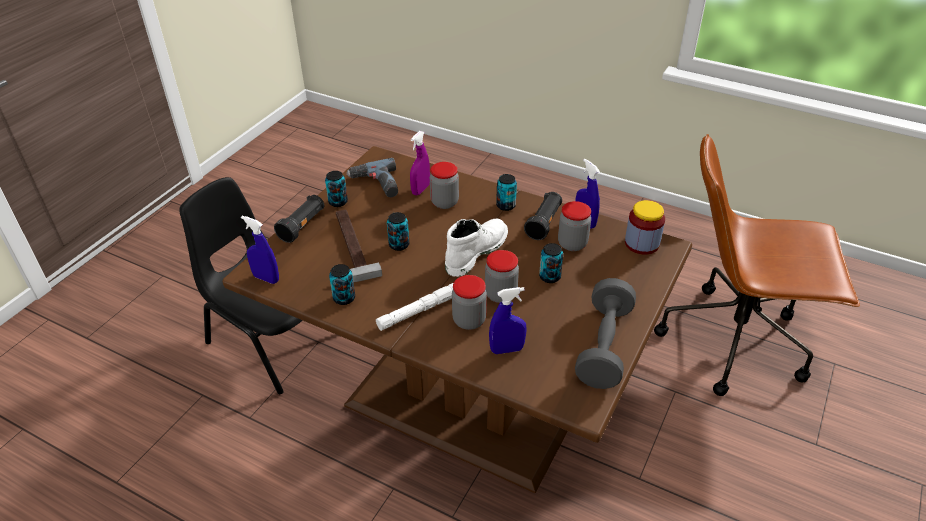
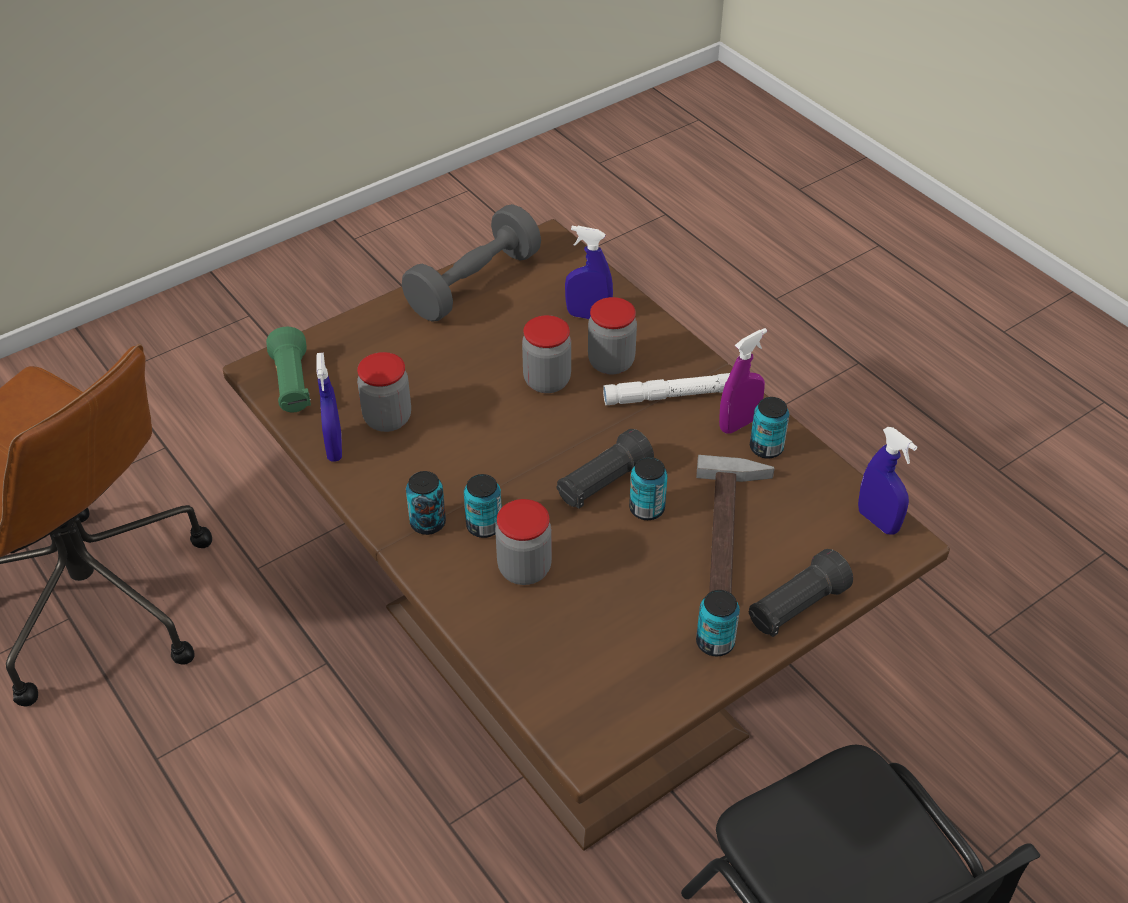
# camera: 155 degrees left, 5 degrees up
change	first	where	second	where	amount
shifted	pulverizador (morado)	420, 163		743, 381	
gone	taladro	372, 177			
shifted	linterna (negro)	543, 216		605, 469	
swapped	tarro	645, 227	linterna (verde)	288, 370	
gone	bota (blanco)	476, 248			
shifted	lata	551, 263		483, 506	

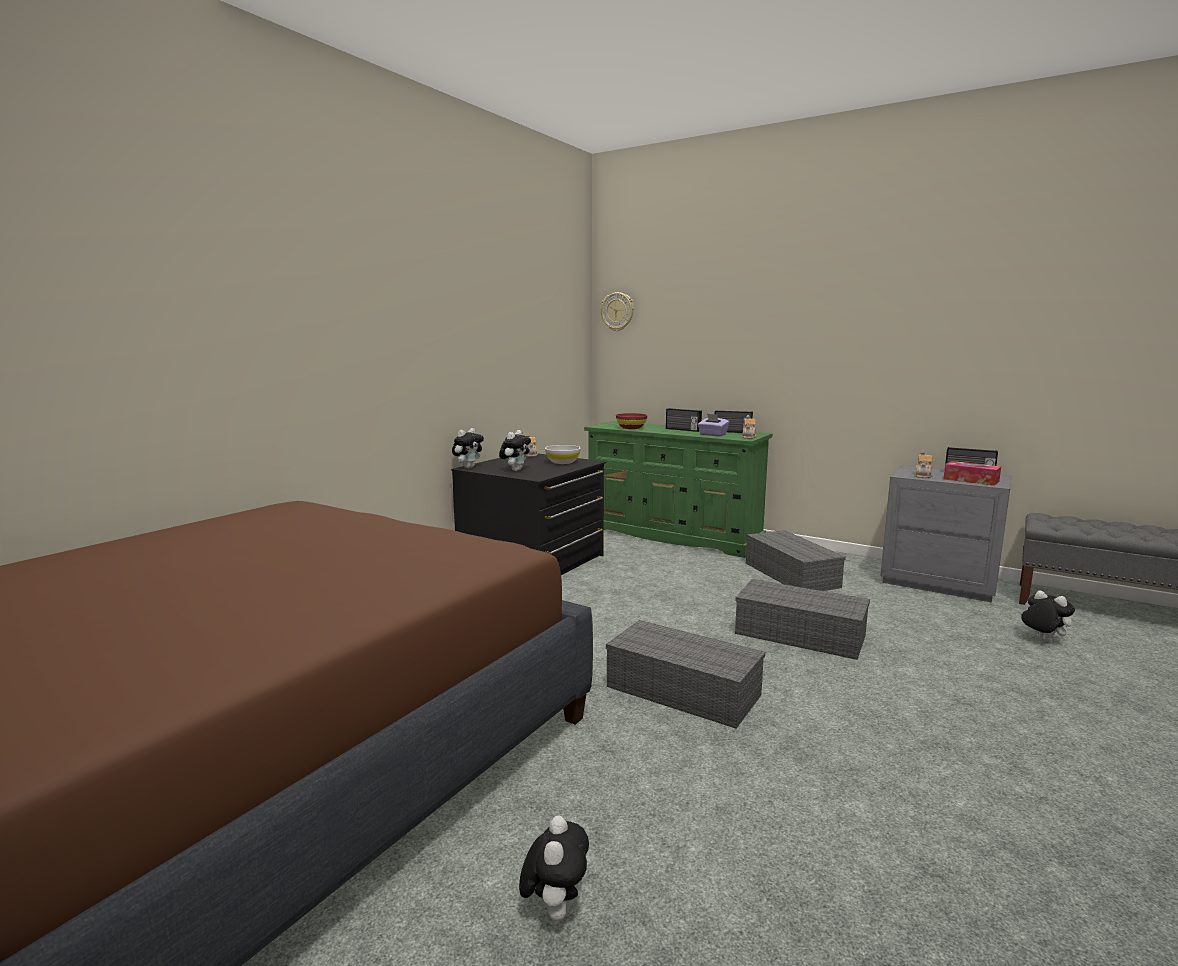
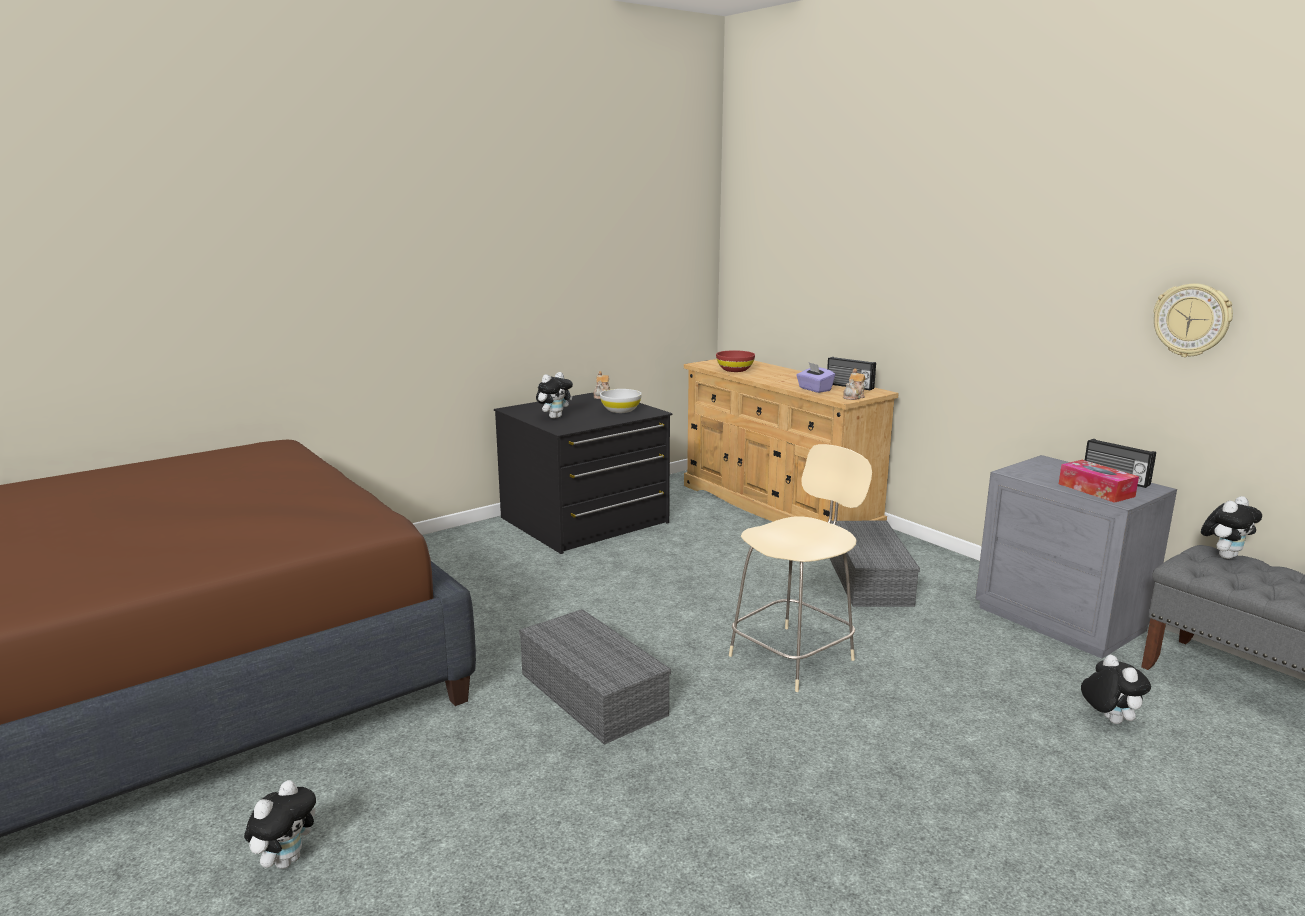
# camera: 20 degrees right, 5 degrees up
change	first	where	second	where	amount
shifted	reloj de pared	617, 311		1193, 320	
gone	radio	684, 420			
repainted	cómoda (verde)	678, 489	cómoda (beis)	791, 440	
shifted	peluche	468, 448		1231, 527	
gone	tetera	924, 464			
swapped	caja de almacenaje (gris)	802, 619	silla (beis)	800, 568	

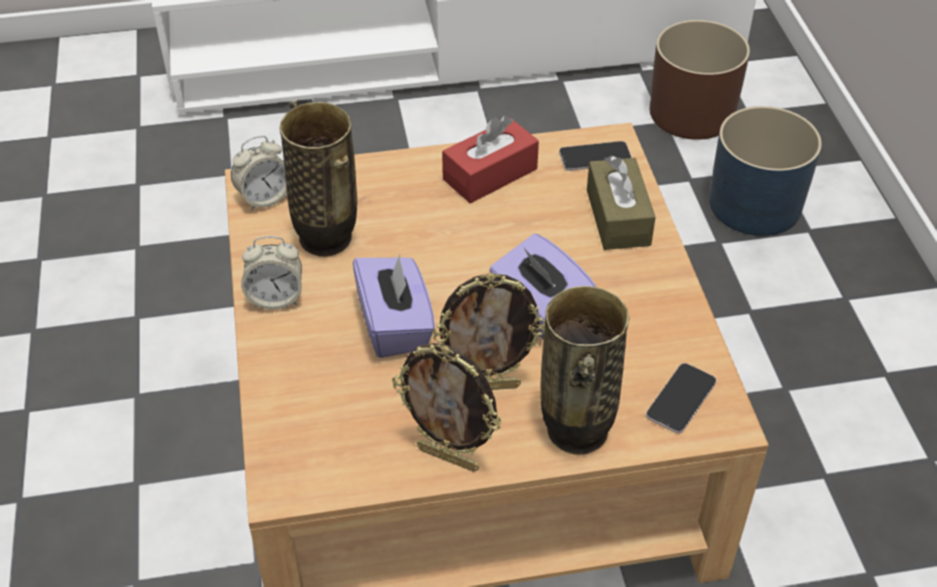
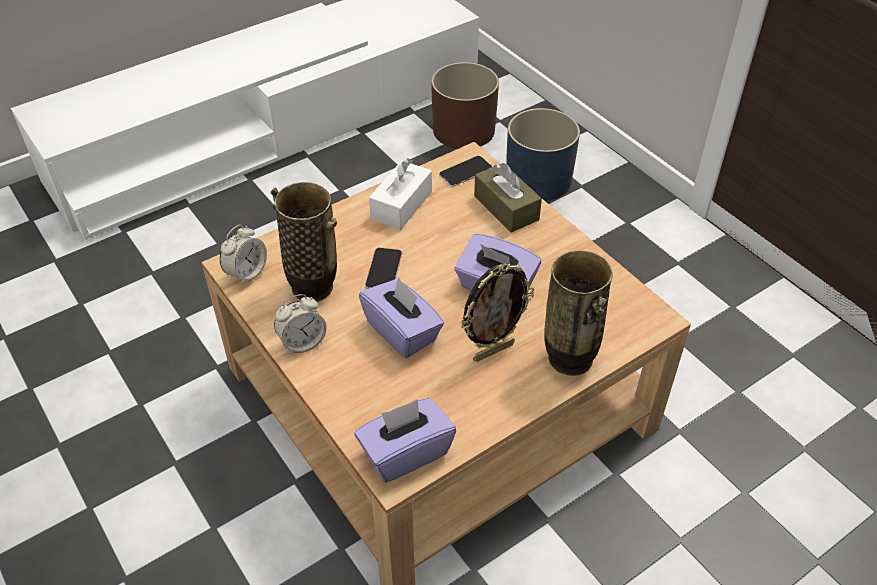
# camera: 25 degrees left, 0 degrees up
change	first	where	second	where	amount
repainted	caja de pañuelos (rojo)	490, 159	caja de pañuelos (blanco)	400, 194	
gone	portarretratos	447, 407			
shifted	móvil	681, 398		383, 268	
new			caja de pañuelos (morado)	405, 440	

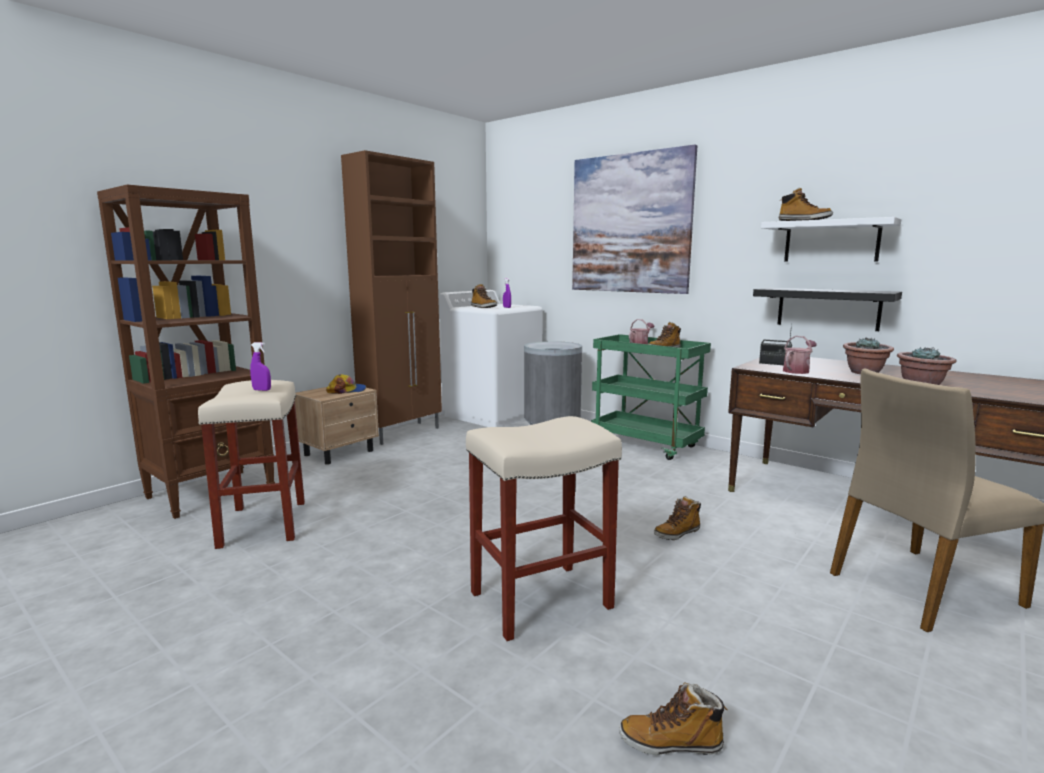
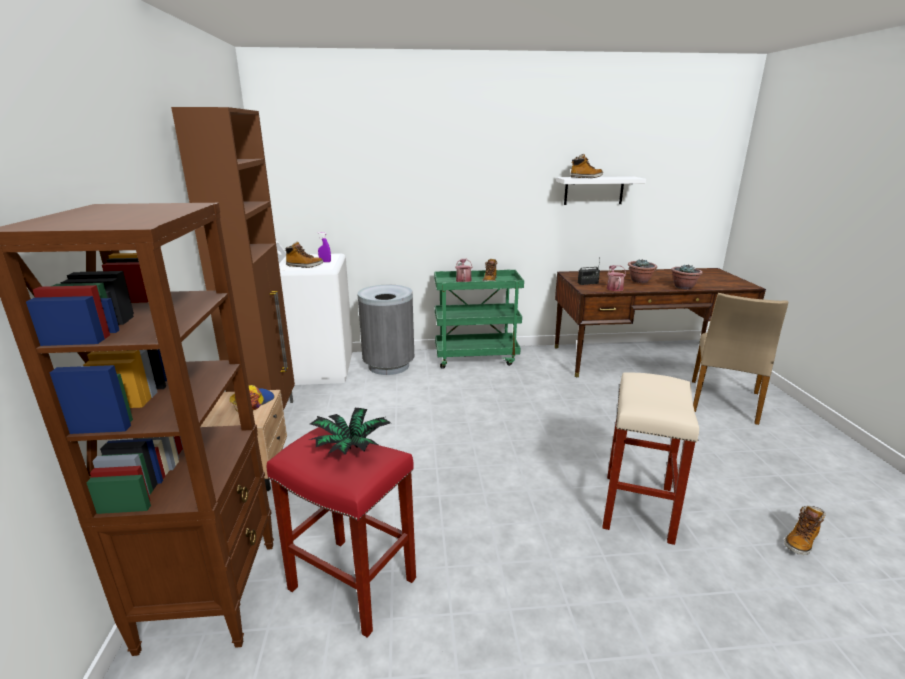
# camera: 45 degrees left, 10 degrees up
change	first	where	second	where	amount
gone	cuadro	634, 219			
gone	estante (negro)	827, 309			
swapped	pulverizador (morado)	260, 366	planta en maceta	350, 431	
repainted	taburete (beis)	251, 464	taburete (rojo)	341, 532	
gone	bota	677, 518			

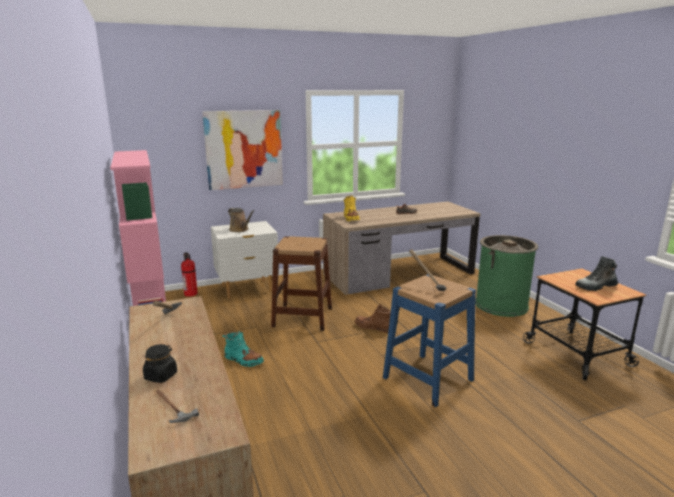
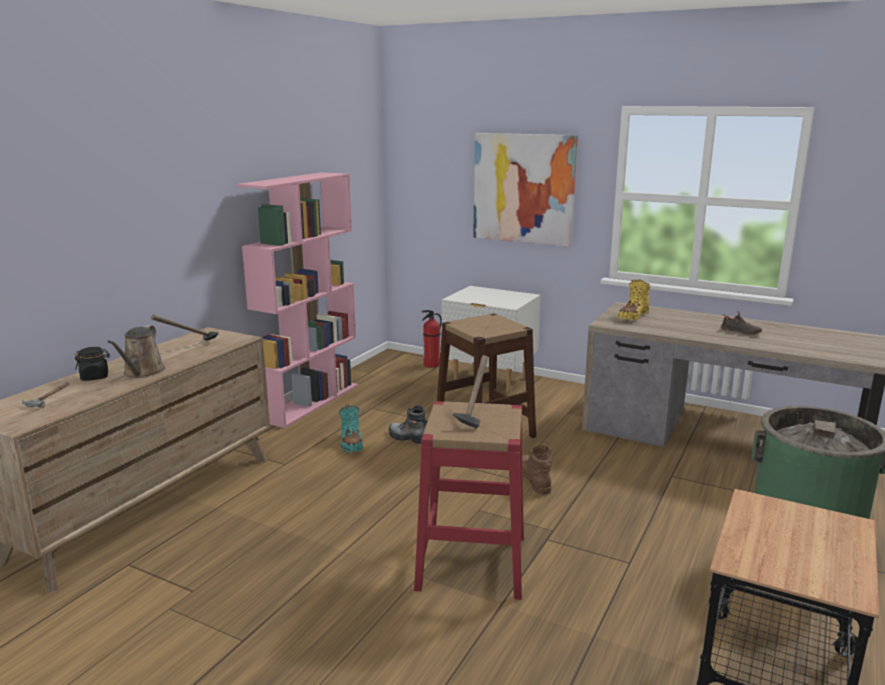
# camera: 50 degrees right, 0 degrees up
change	first	where	second	where	amount
shifted	regadera (marrón)	241, 220		136, 351	
shifted	bota	596, 273		408, 424	
repainted	taburete (azul)	429, 340	taburete (rojo)	469, 500	

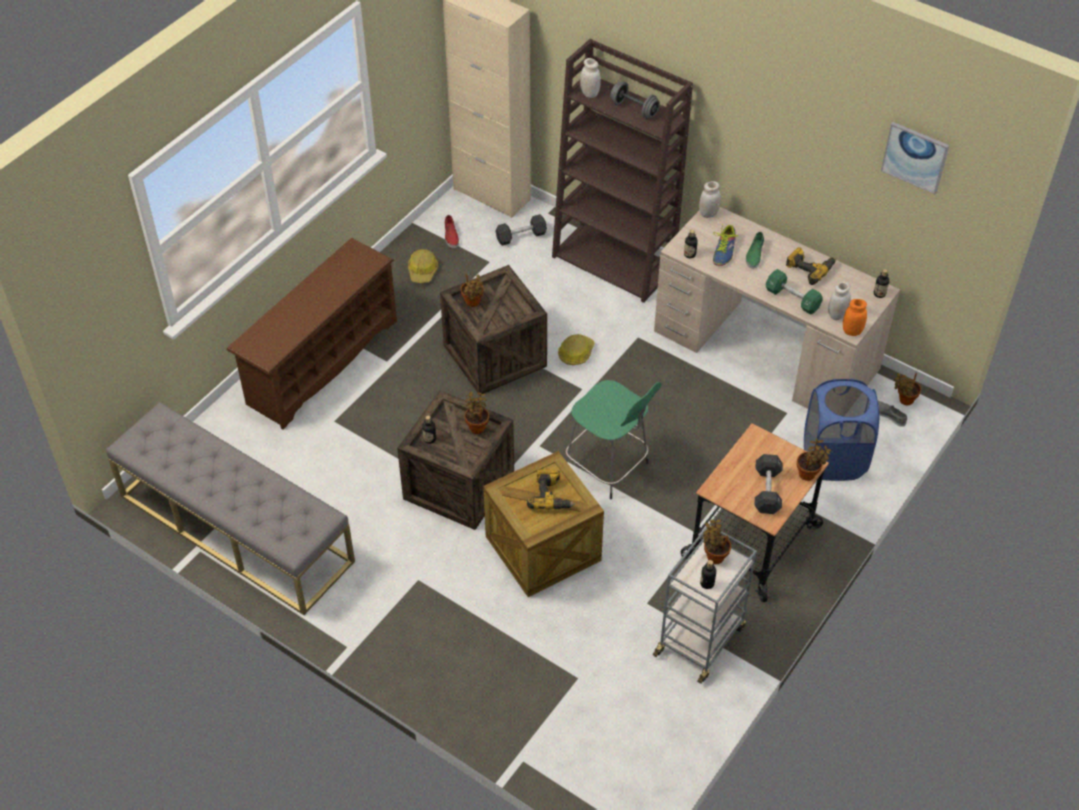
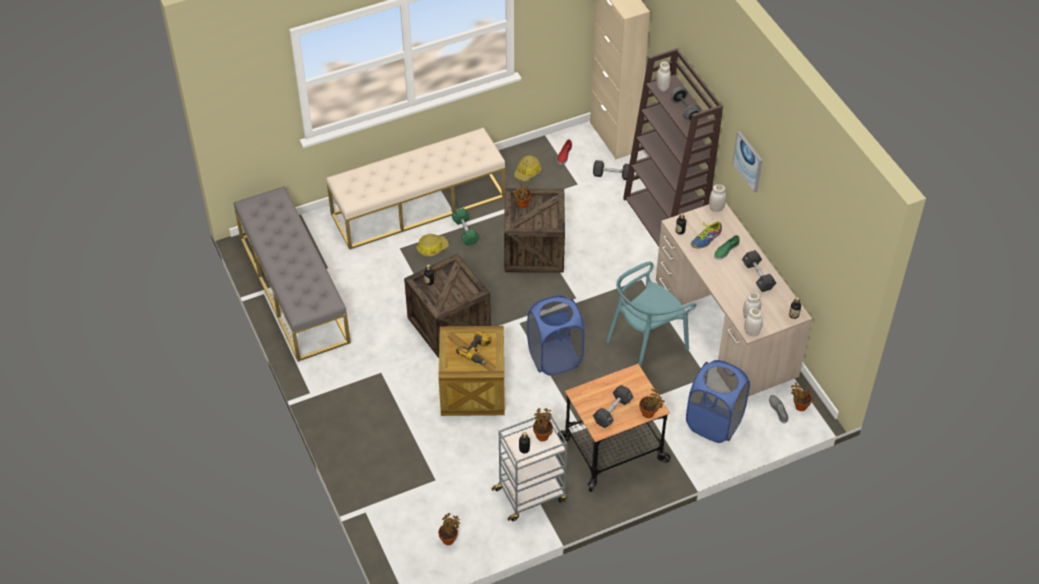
# camera: 30 degrees right, 0 degrees up
change	first	where	second	where	amount
shifted	cuadro	915, 158		748, 162	
swapped	zapatero (marrón)	312, 334	banco (beis)	415, 189	
swapped	taladro	811, 266	mancuerna (negro)	759, 271	
shifted	mancuerna (verde)	794, 292		465, 227	
repainted	tarro (naranja)	855, 317	tarro (blanco)	753, 322	
shifted	casco	576, 349		433, 245	
swapped	taburete (verde)	613, 440	cesto de la ropa (azul)	556, 335	
shifted	planta en maceta	477, 413		449, 529	
new			silla (turquesa)	651, 314	

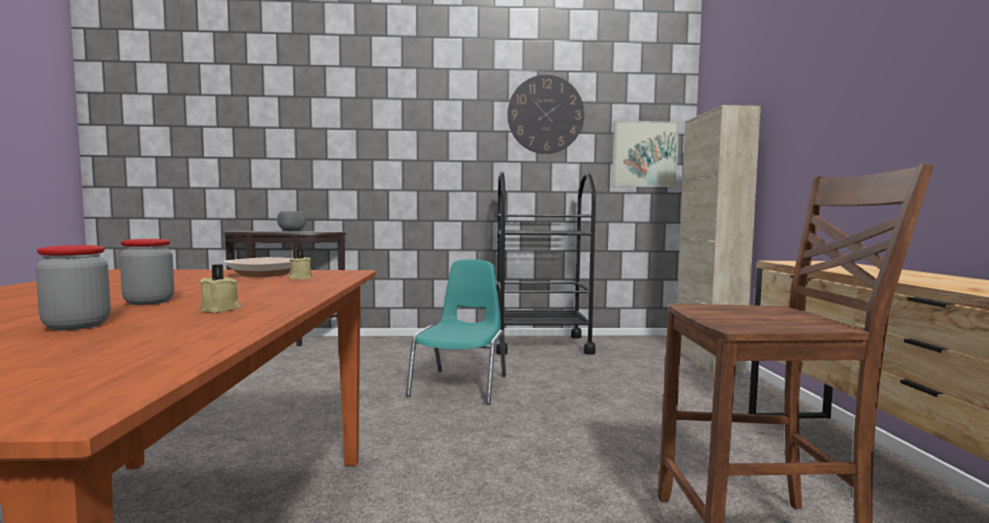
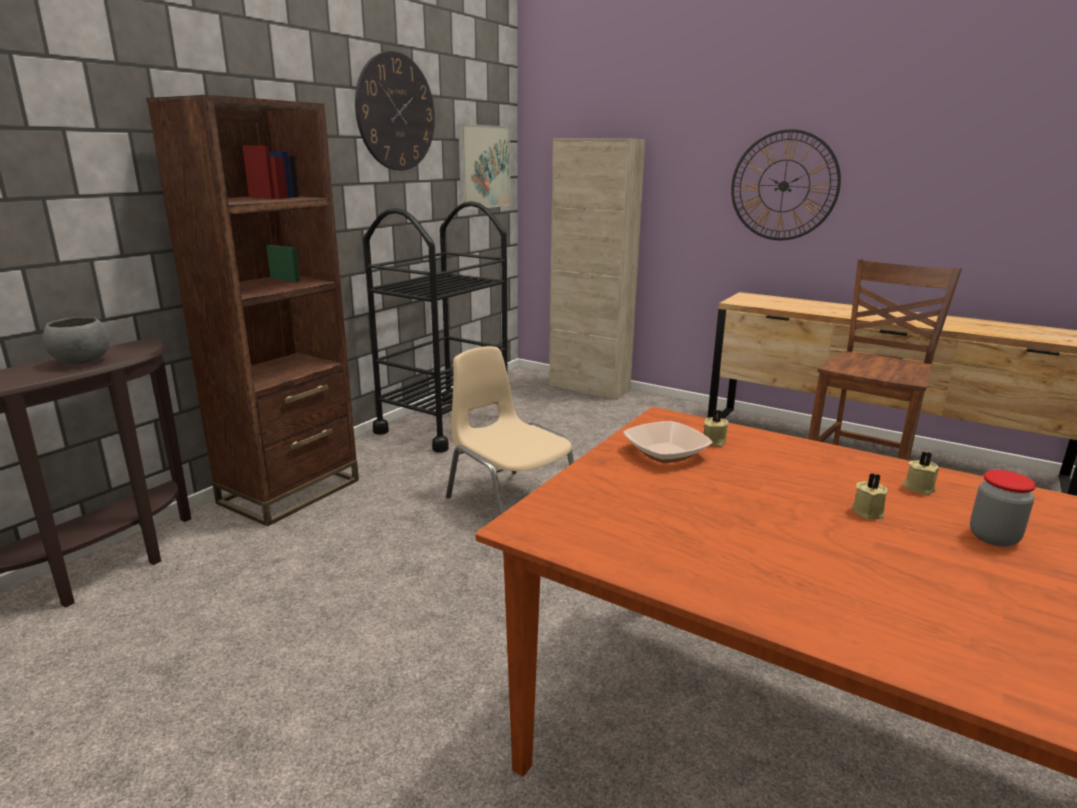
# camera: 55 degrees left, 15 degrees up
change	first	where	second	where	amount
swapped	tarro	147, 272	vela (beis)	869, 496	
repainted	silla (turquesa)	456, 332	silla (beis)	510, 430	
new			estantería (marrón)	252, 310	
new			reloj de pared	786, 184	

